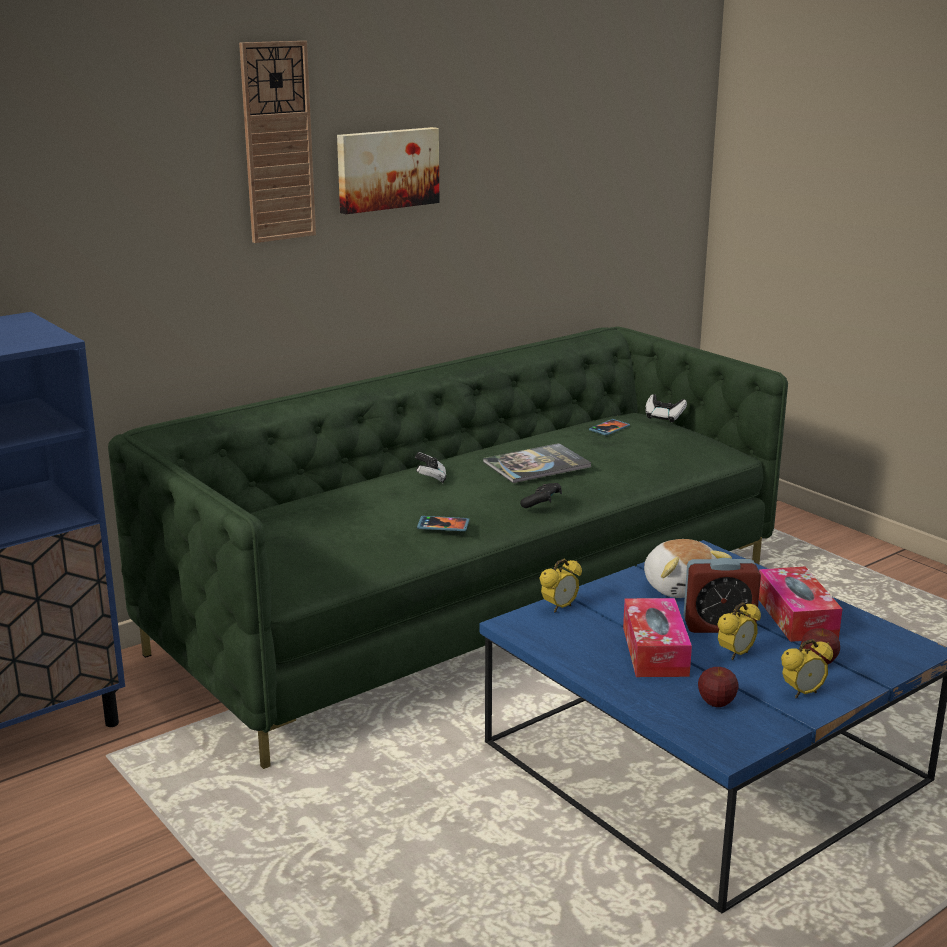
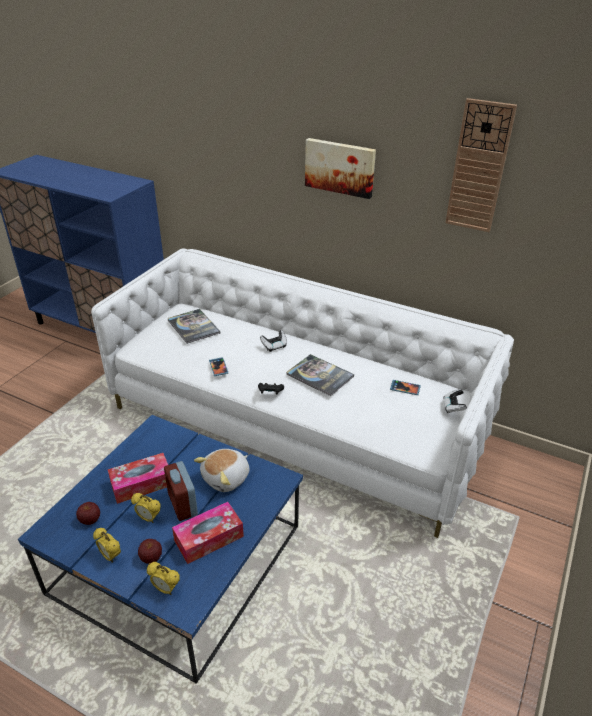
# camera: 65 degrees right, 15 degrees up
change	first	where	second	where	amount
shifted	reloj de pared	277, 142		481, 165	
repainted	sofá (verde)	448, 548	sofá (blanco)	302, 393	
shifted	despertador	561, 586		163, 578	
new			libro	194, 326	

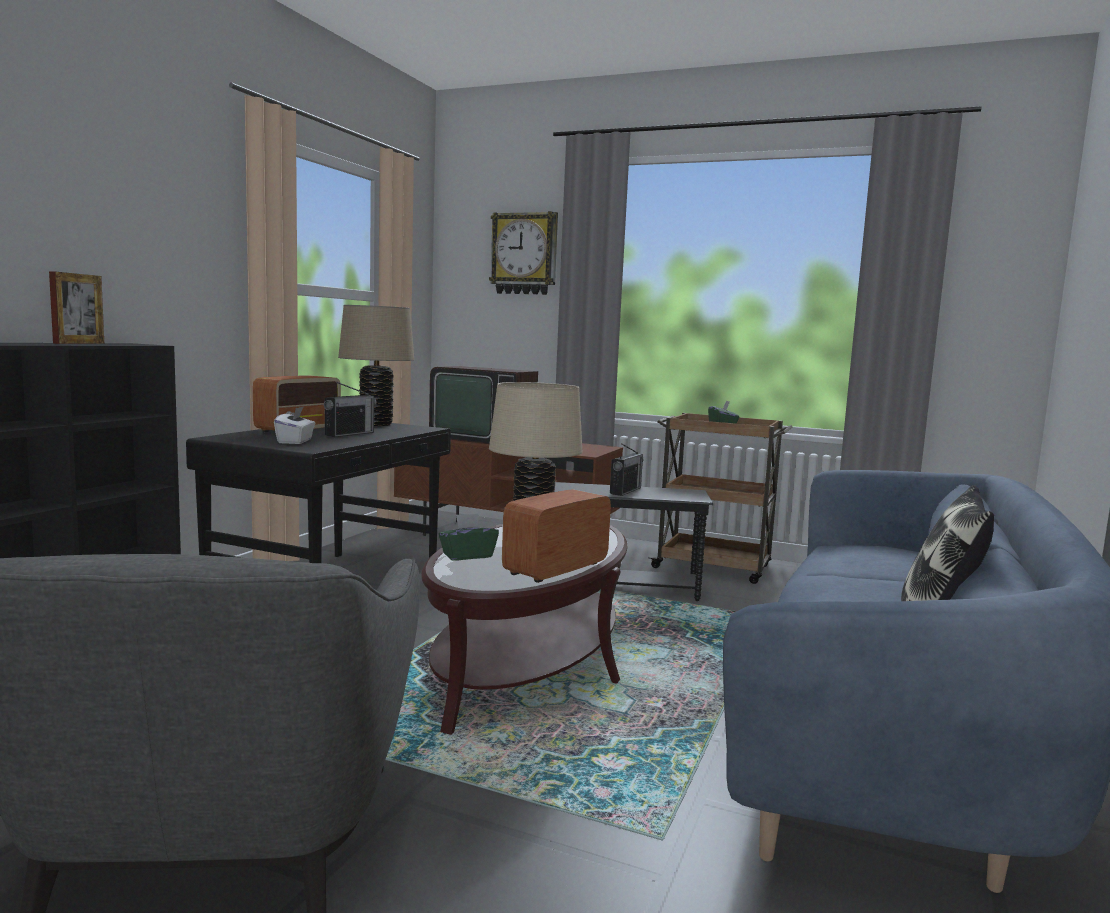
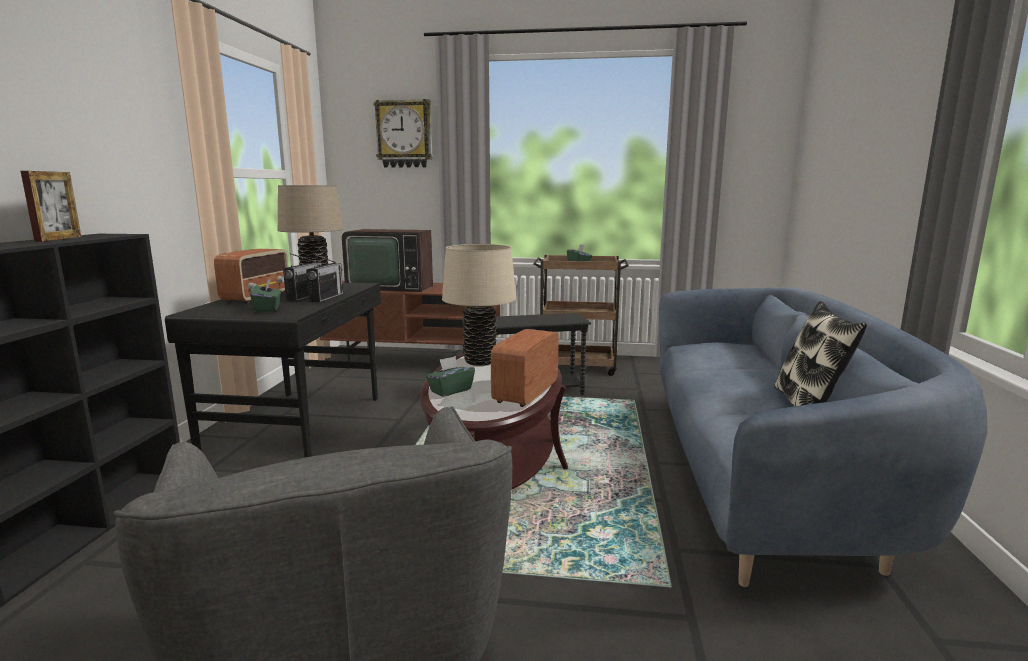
# camera: 15 degrees left, 5 degrees up
change	first	where	second	where	amount
repainted	caja de pañuelos (blanco)	294, 425	caja de pañuelos (verde)	265, 295	
shifted	radio	627, 469		324, 278	

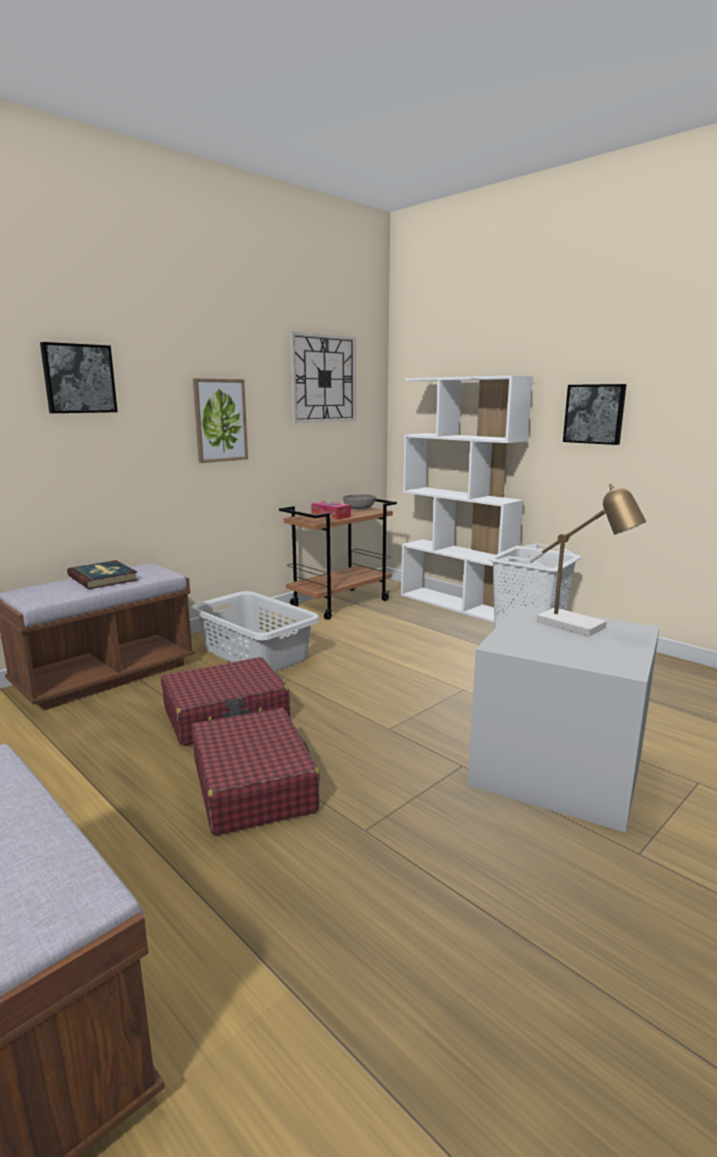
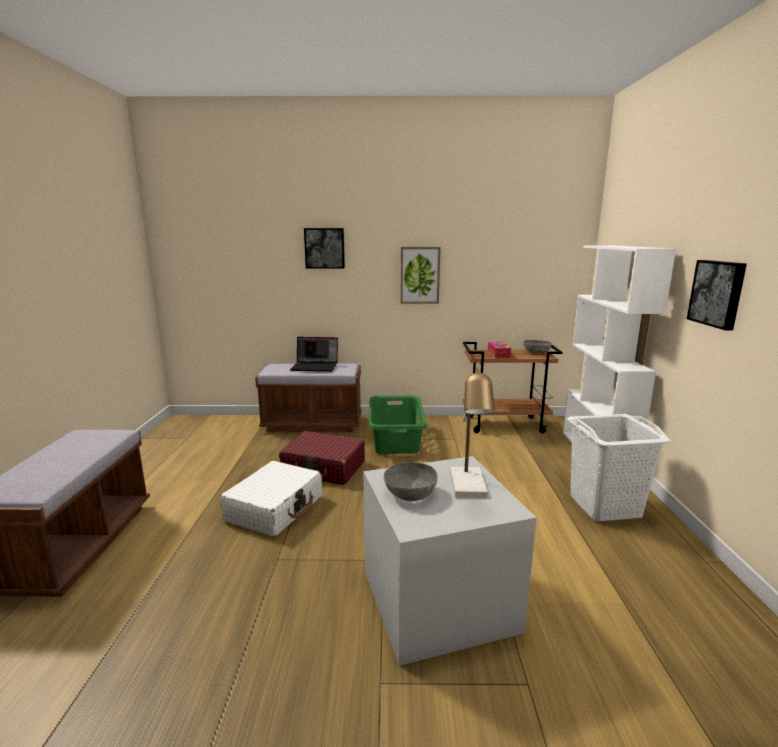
# camera: 45 degrees right, 0 degrees up
change	first	where	second	where	amount
gone	reloj de pared	323, 377			
swapped	libro	102, 574	portátil	314, 354	
repainted	cesto de la ropa (gris)	255, 631	cesto de la ropa (verde)	398, 424	
repainted	maleta (rojo)	256, 772	maleta (blanco)	271, 499	
new			cuenco (gris)	411, 481	

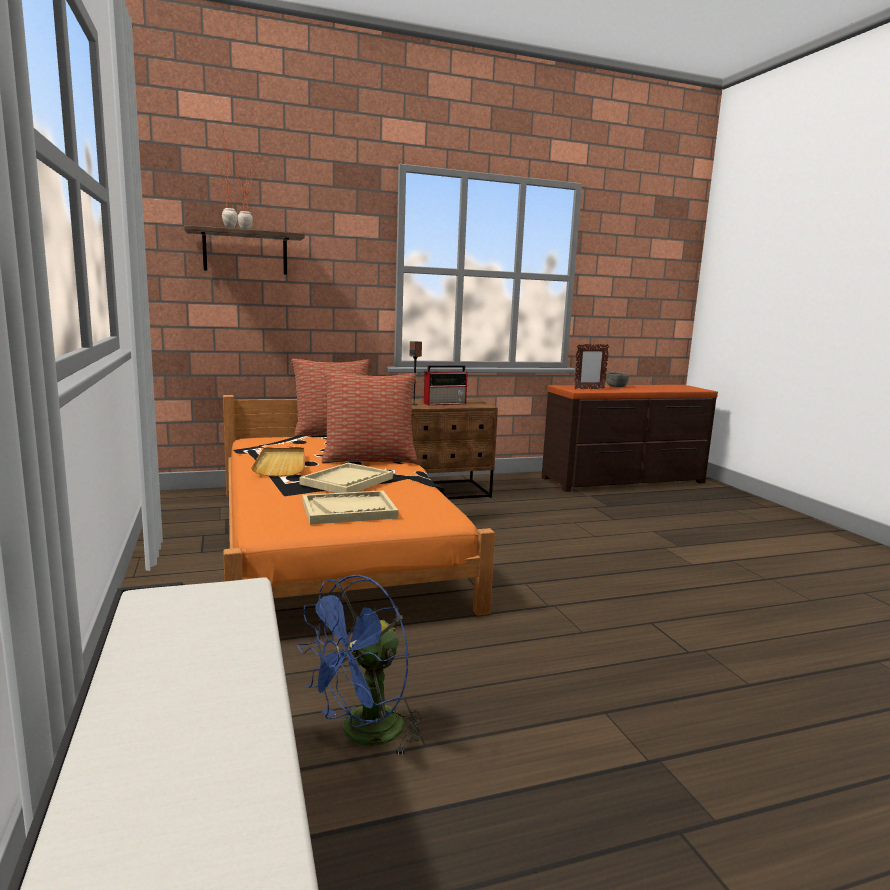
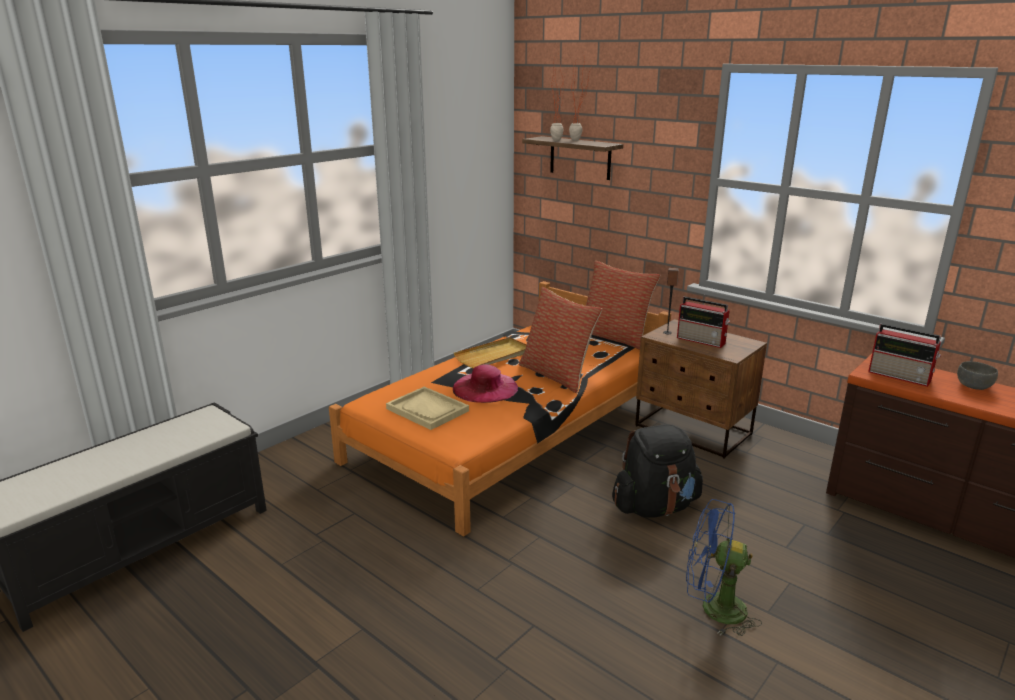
# camera: 60 degrees right, 10 degrees up
change	first	where	second	where	amount
swapped	portarretratos	591, 366	radio	904, 355	
swapped	bandeja (beis)	346, 478	sombrero (rosa)	485, 383	
shifted	ventilador (azul)	359, 666		724, 567	
new			mochila (negro)	657, 471	

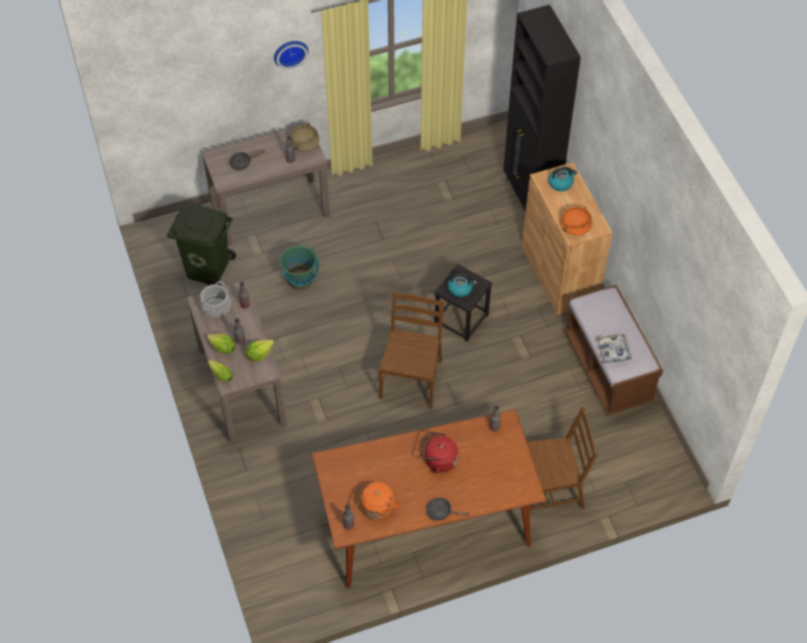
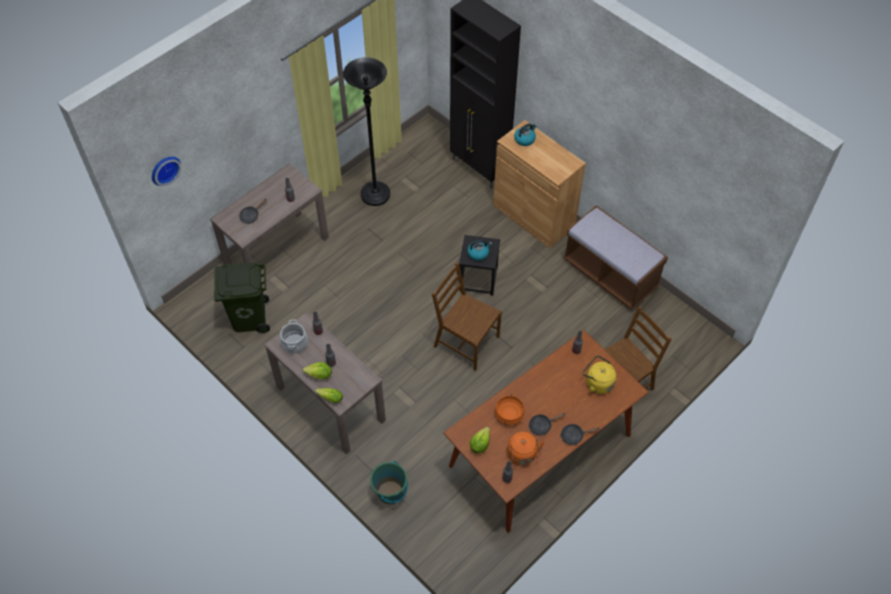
# camera: 25 degrees left, 0 degrees up
change	first	where	second	where	amount
shifted	reloj de pared	291, 55		166, 171	
gone	olla (beis)	305, 138			
shifted	olla (naranja)	576, 221		510, 409	
shifted	cubo (verde)	299, 268		389, 482	
rotated	silla (marrón)	411, 349		467, 316	45 degrees counterclockwise
gone	bandeja	614, 349			
shifted	lechuga	260, 351		480, 440	
gone	hervidor (rojo)	439, 453			
new			lámpara de pie (negro)	366, 131	
new			hervidor (amarillo)	599, 374	
new			sartén (negro)	547, 424	

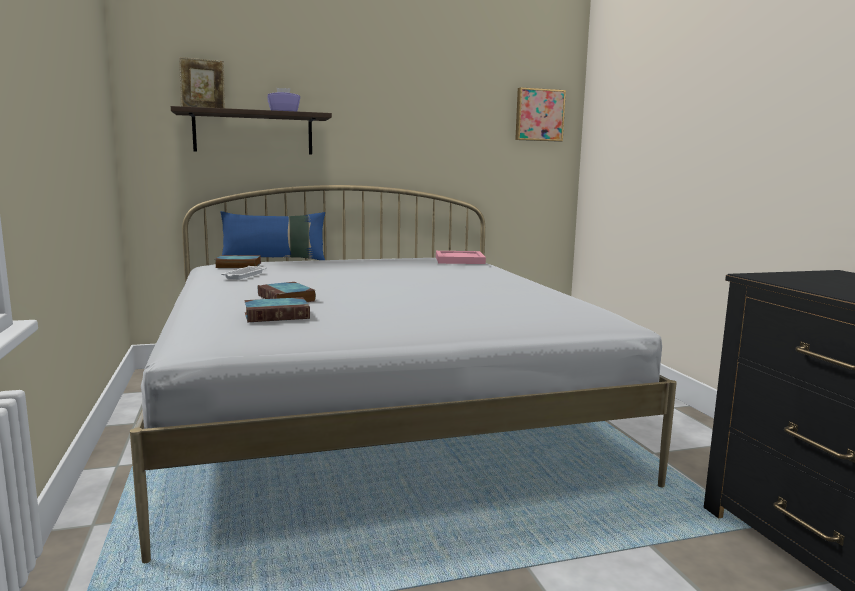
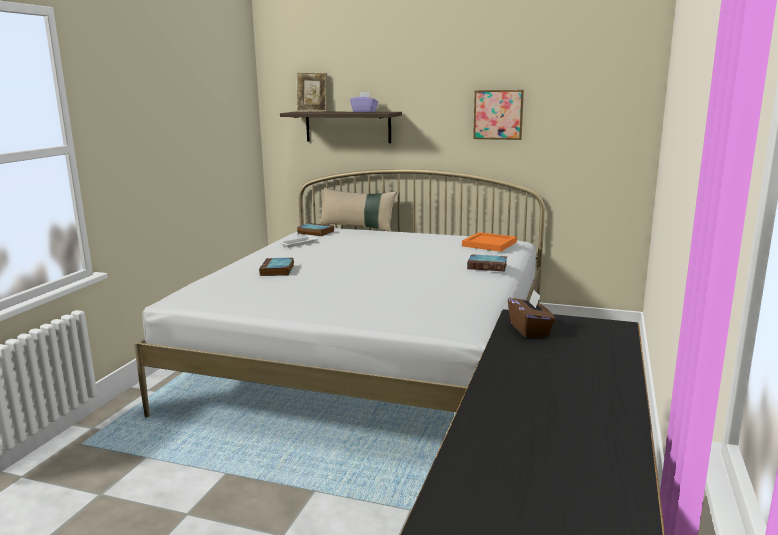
# camera: 35 degrees right, 5 degrees up
change	first	where	second	where	amount
shifted	cuadro	540, 114		498, 115	
repainted	cojín (azul)	273, 235	cojín (beis)	358, 209	
repainted	bandeja (rosa)	461, 257	bandeja (naranja)	489, 242	
shifted	libro	277, 309		487, 262	
new			caja de pañuelos (marrón)	532, 314	

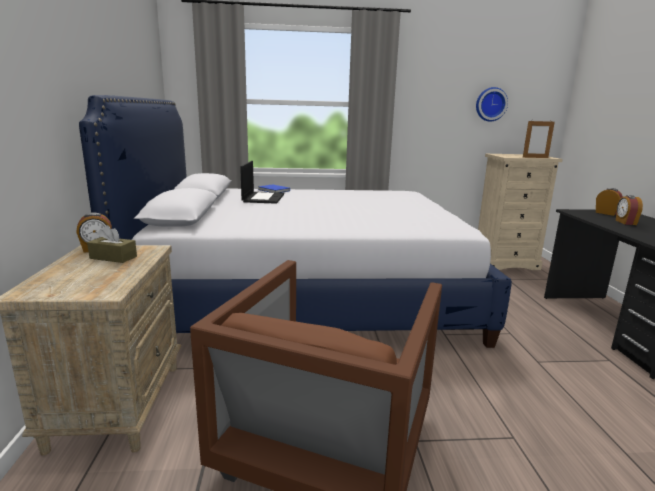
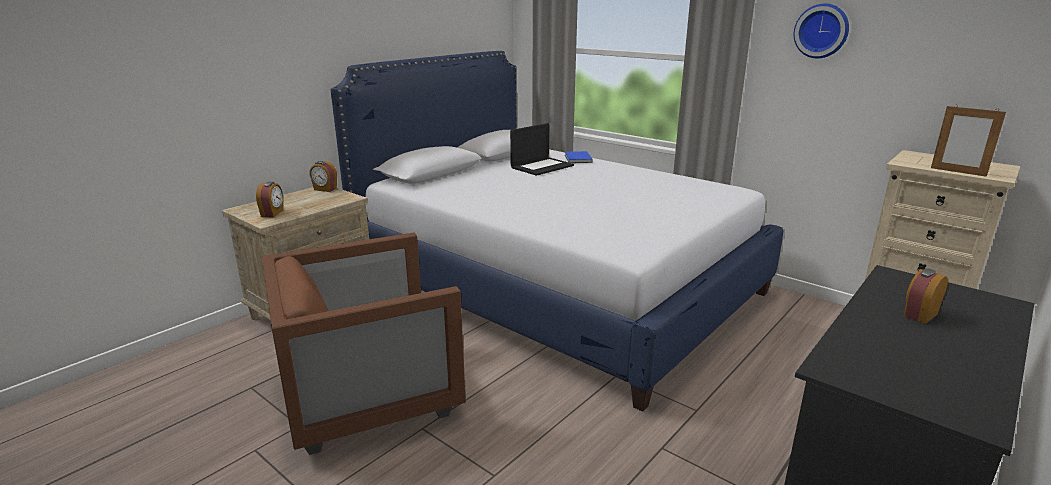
# camera: 45 degrees right, 5 degrees up
change	first	where	second	where	amount
shifted	reloj de pared	492, 104		821, 30	
shifted	despertador	609, 202		269, 199	
gone	caja de pañuelos (marrón)	112, 244			

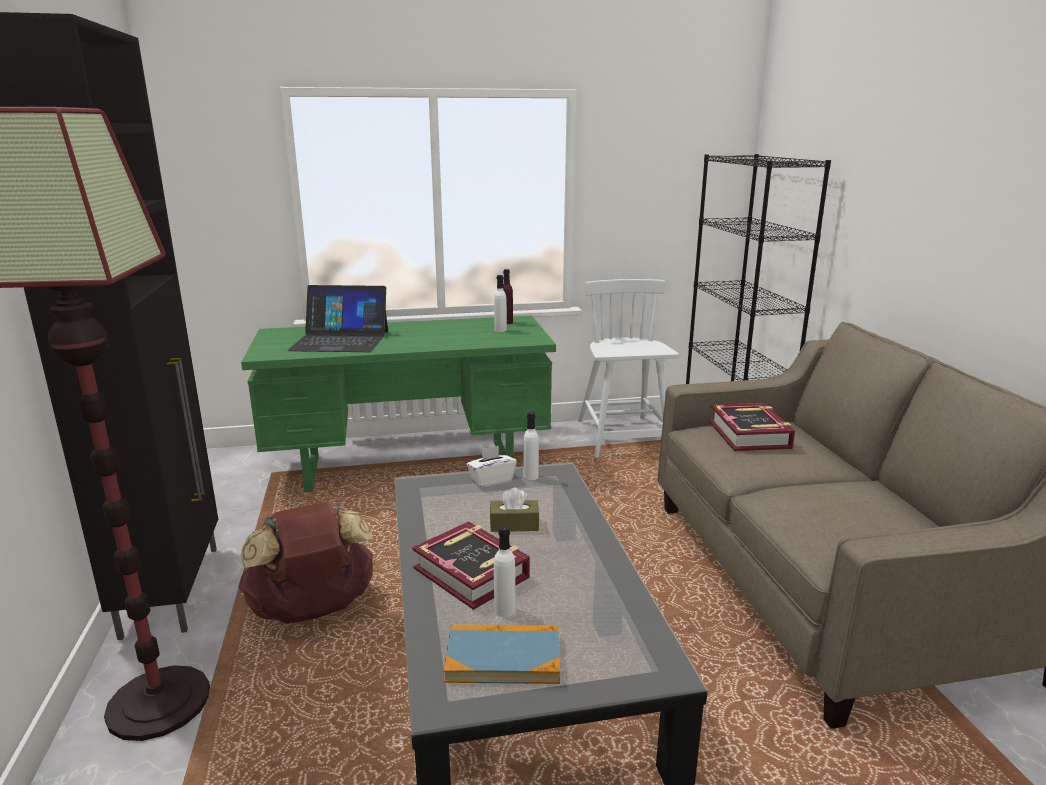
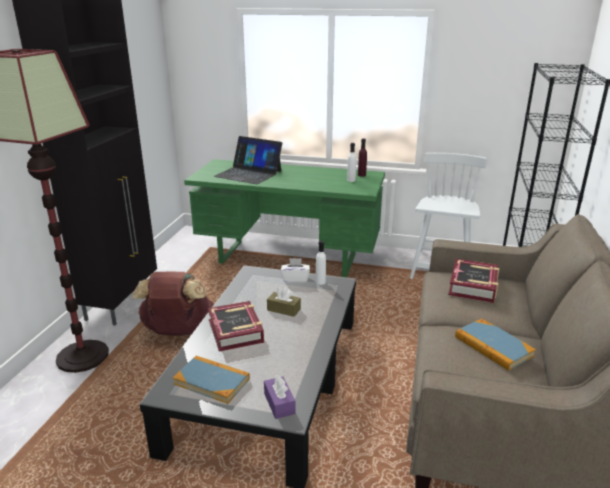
# camera: 25 degrees right, 5 degrees up
change	first	where	second	where	amount
gone	botella (blanco)	505, 571			
new			libro	495, 345	
new			caja de pañuelos (morado)	280, 397	

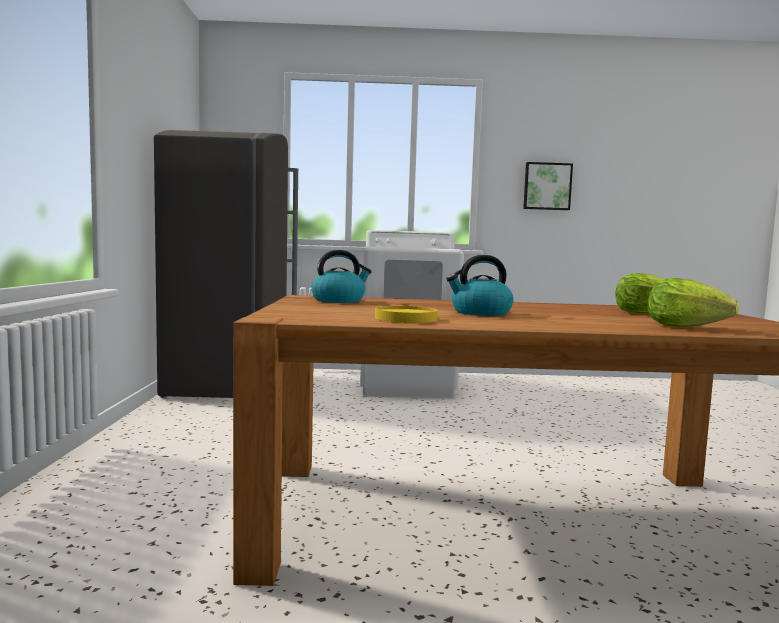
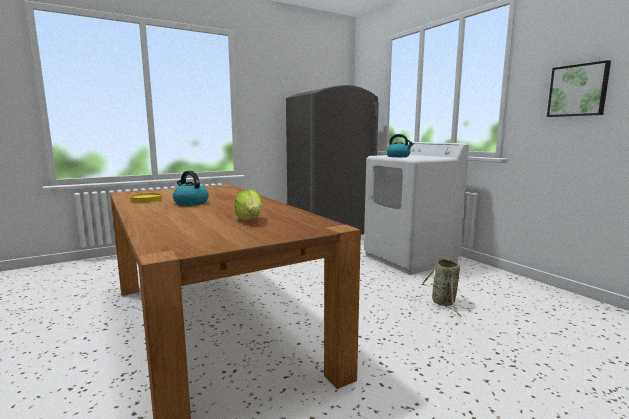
# camera: 60 degrees right, 5 degrees up
change	first	where	second	where	amount
shifted	hervidor	341, 276		400, 145	
gone	lechuga	693, 302			
new			cesta	441, 287	

